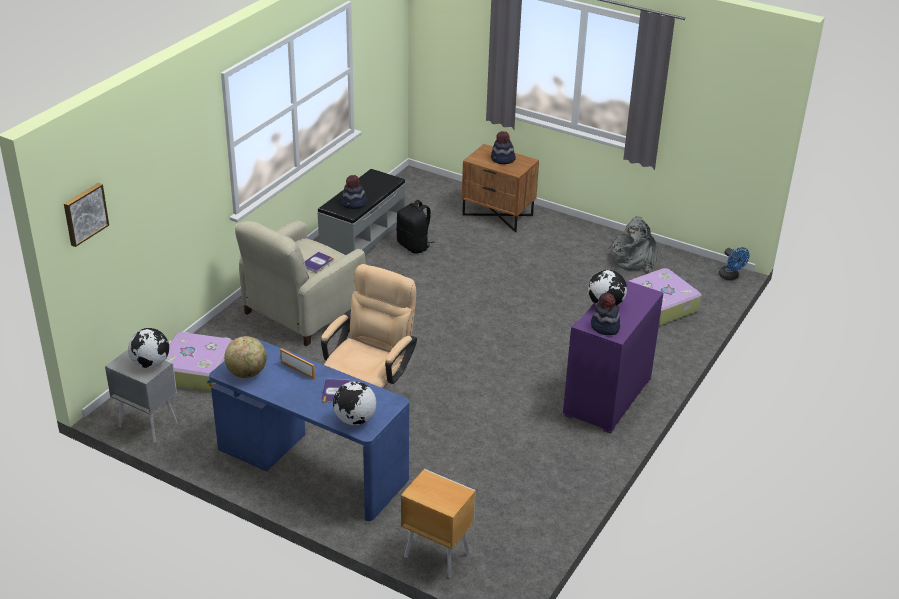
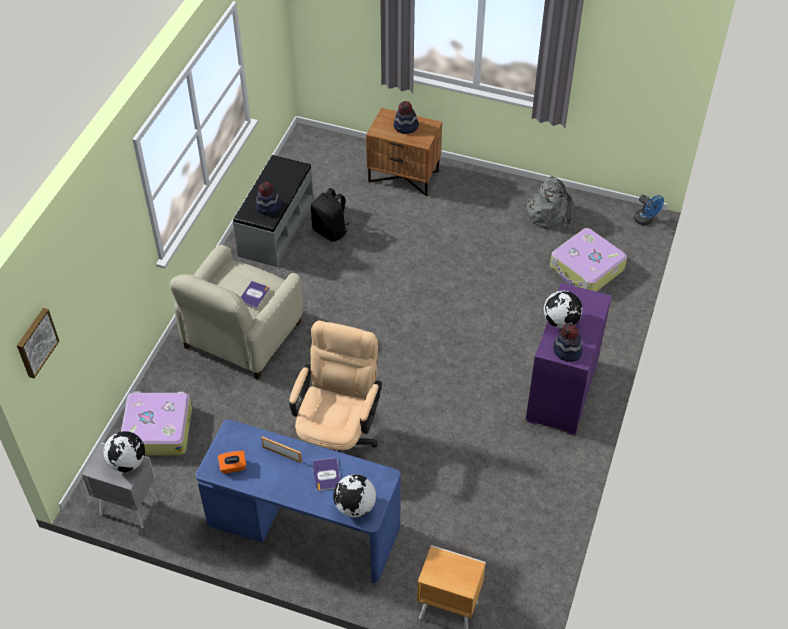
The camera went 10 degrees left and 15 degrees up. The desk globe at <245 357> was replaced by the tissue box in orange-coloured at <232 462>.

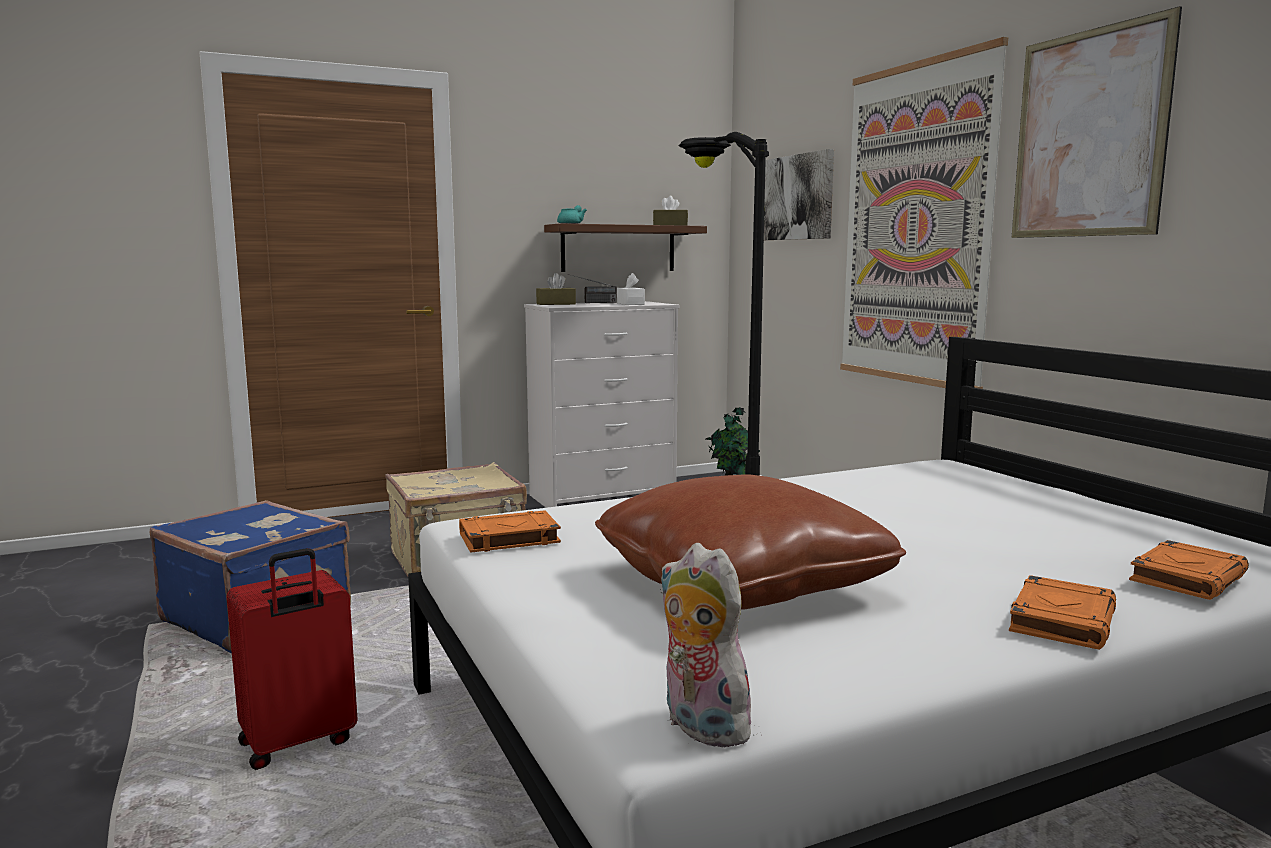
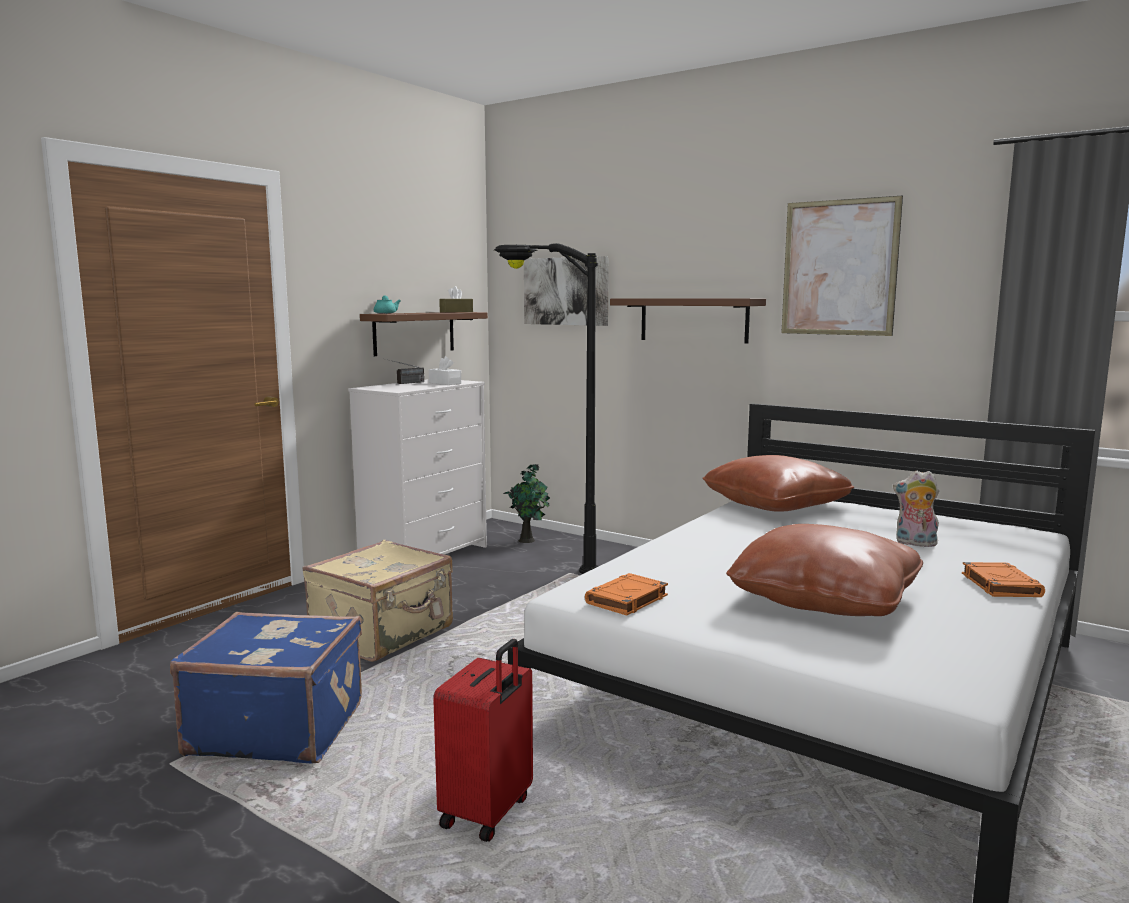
The camera went 30 degrees left and 0 degrees up. The tissue box in brown-coloured at <556 289> disappeared. The cuddly toy moved from <711 645> to <916 509>. The wall picture at <924 213> was replaced by the shelf in brown-coloured at <688 321>. The book in orange-coloured at <1189 570> disappeared. The cushion in brown-coloured at <778 483> appeared.

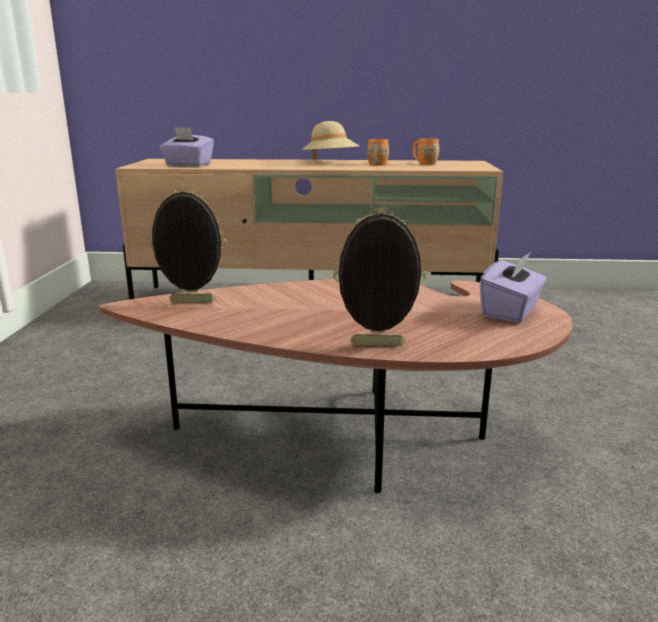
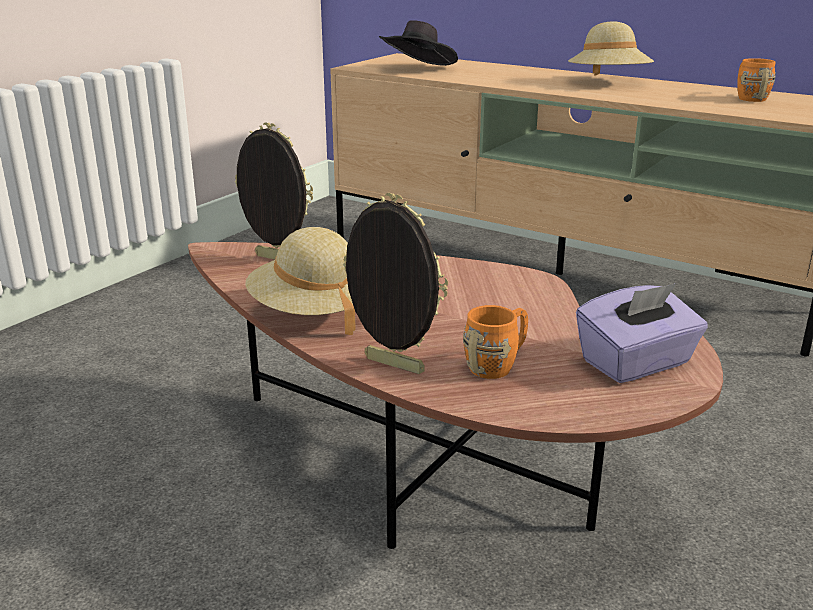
The camera went 30 degrees right and 5 degrees up. The tissue box in purple-coloured at <186 147> was replaced by the clothing hat in black-coloured at <418 43>. The coffee mug in orange-coloured moved from <378 152> to <495 342>. The clothing hat in beige at <300 281> appeared.

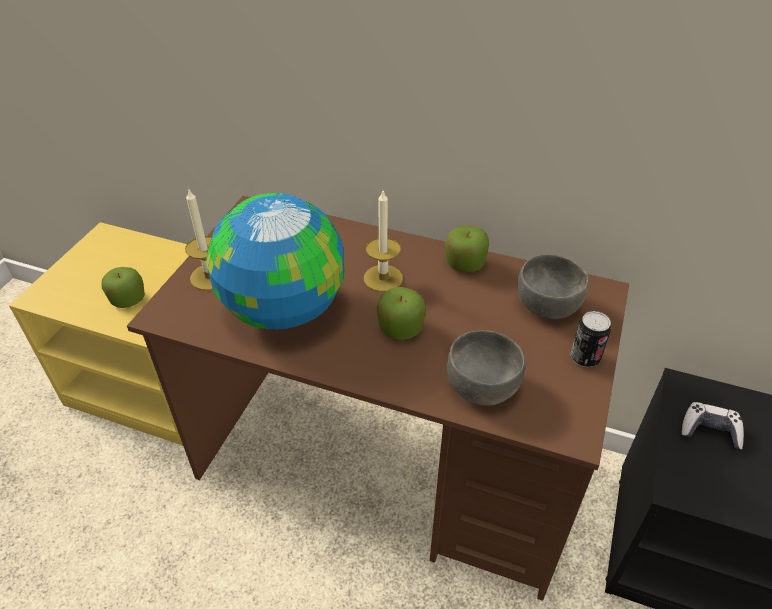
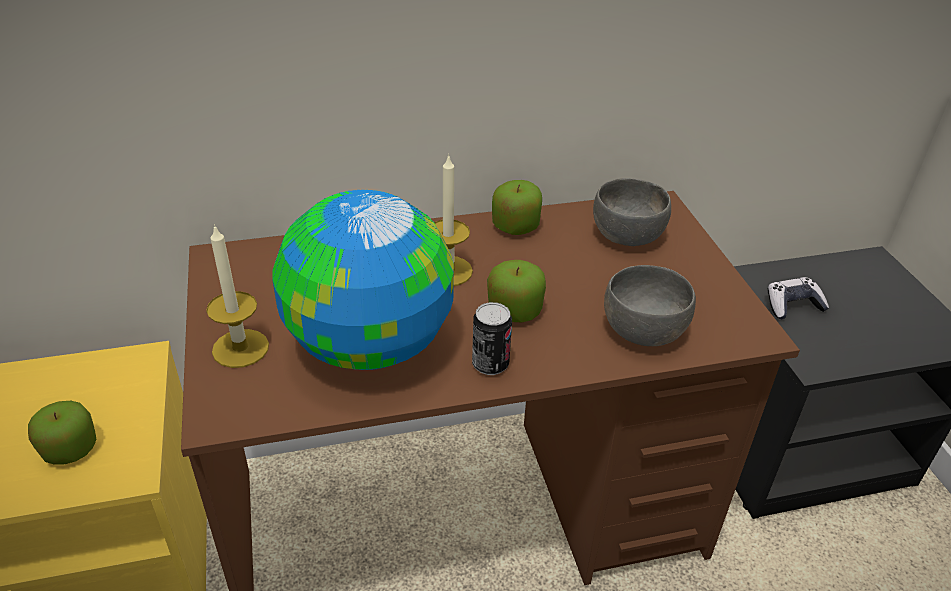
The camera went 35 degrees left and 5 degrees down. The can moved from <591 339> to <492 338>.

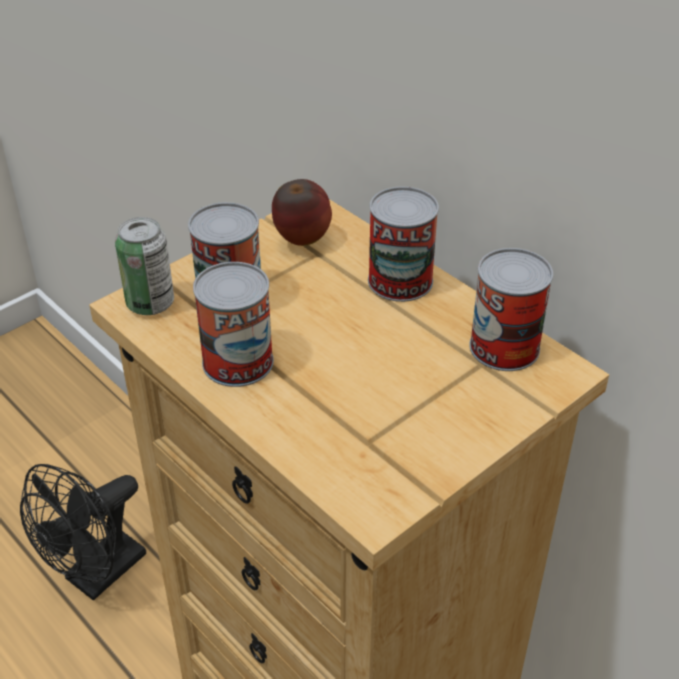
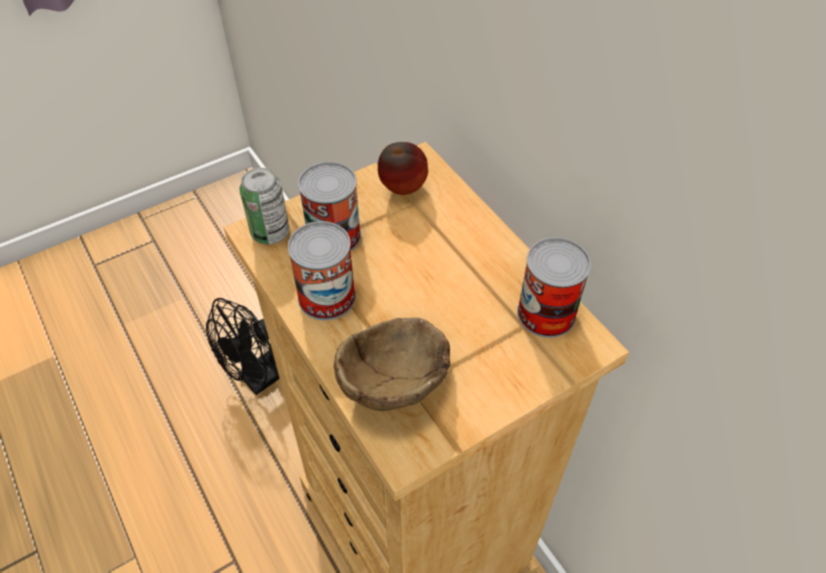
The camera went 10 degrees right and 10 degrees up. The can at <403 244> disappeared. The serving bowl in brown-coloured at <392 364> appeared.

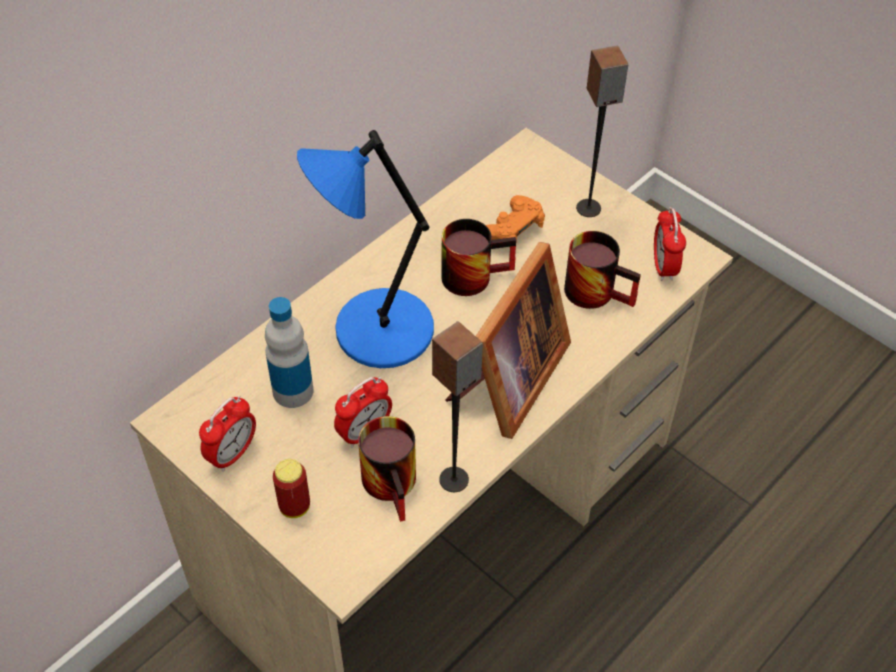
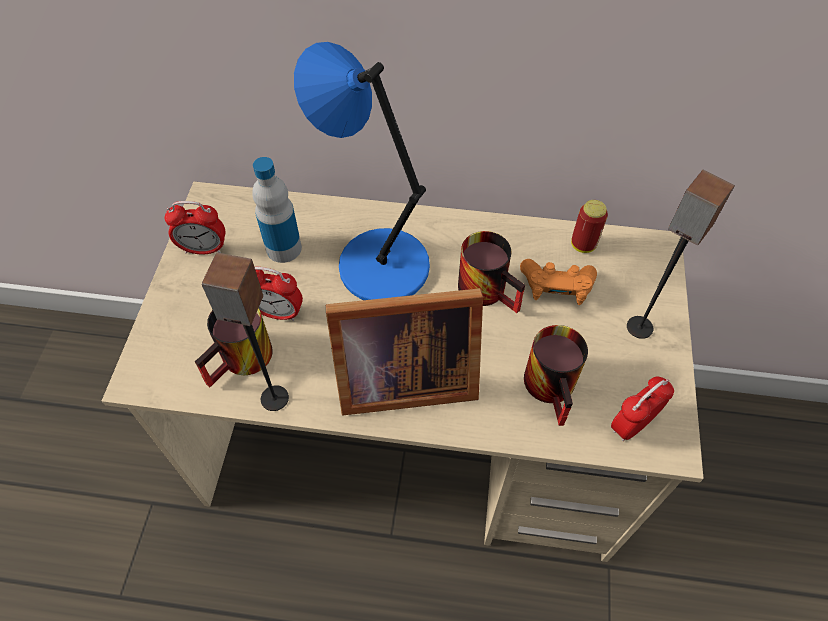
The camera went 55 degrees right and 5 degrees up. The can moved from <291 488> to <589 226>.

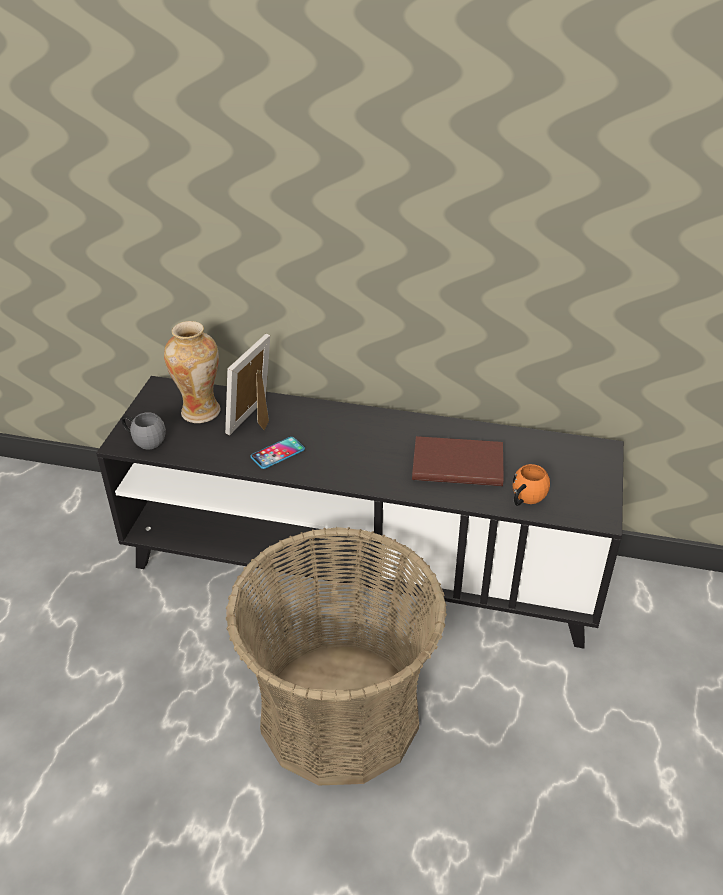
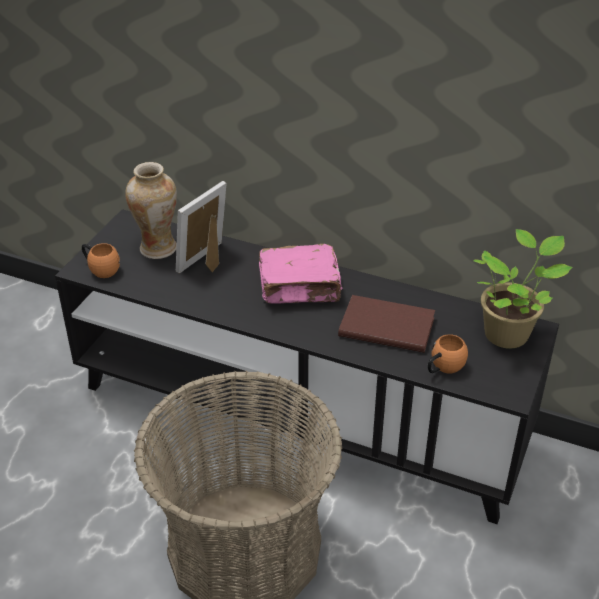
The camera went 10 degrees right and 0 degrees up. The coffee mug in greyish at <143 431> became the coffee mug in orange-coloured at <101 260>. The telephone at <277 453> disappeared. The book in pinkish at <301 274> appeared. The houseplant at <522 289> appeared.

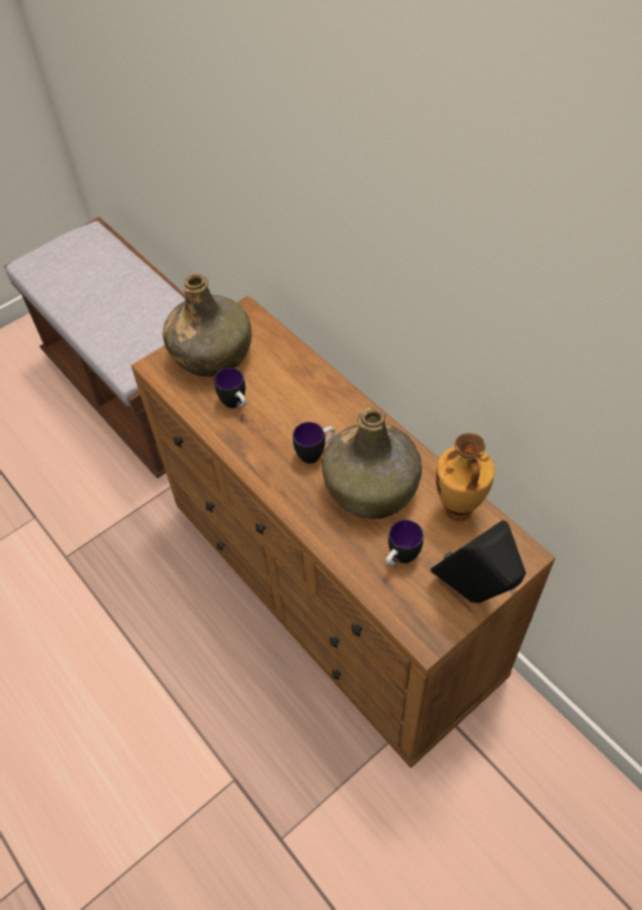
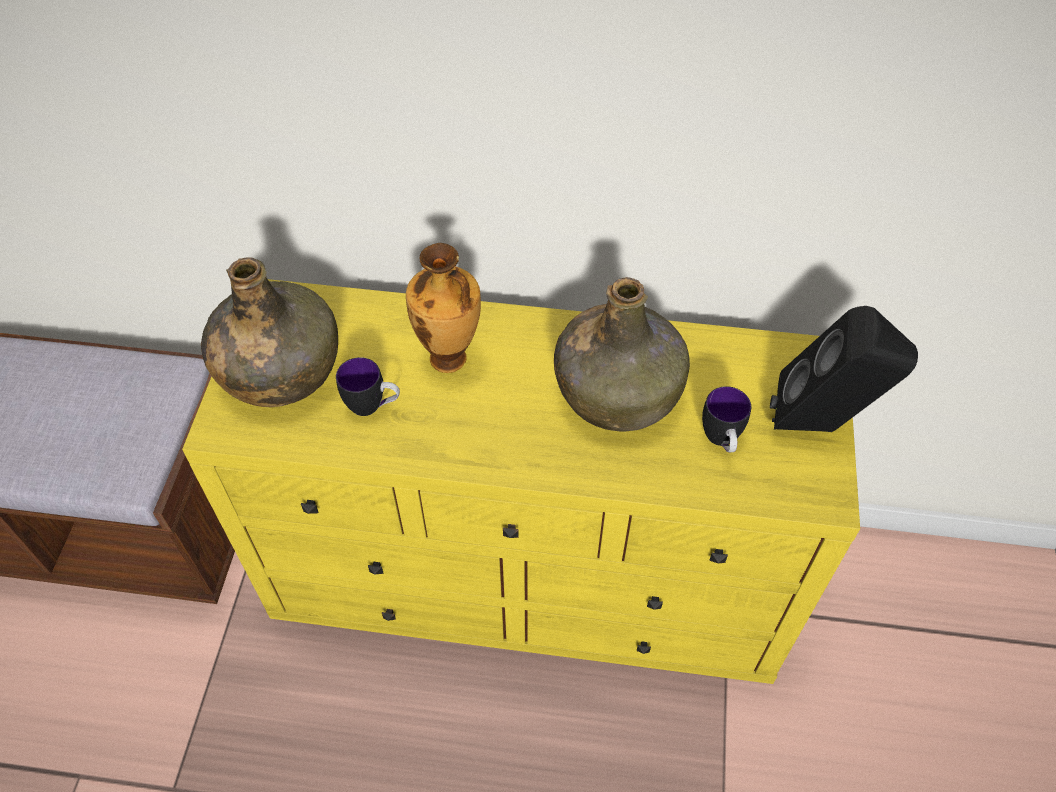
The camera went 45 degrees left and 0 degrees up. The dresser in brown-coloured at <343 532> became the dresser in yellow at <521 481>. The coffee mug at <314 443> disappeared. The vase moved from <465 478> to <443 308>.

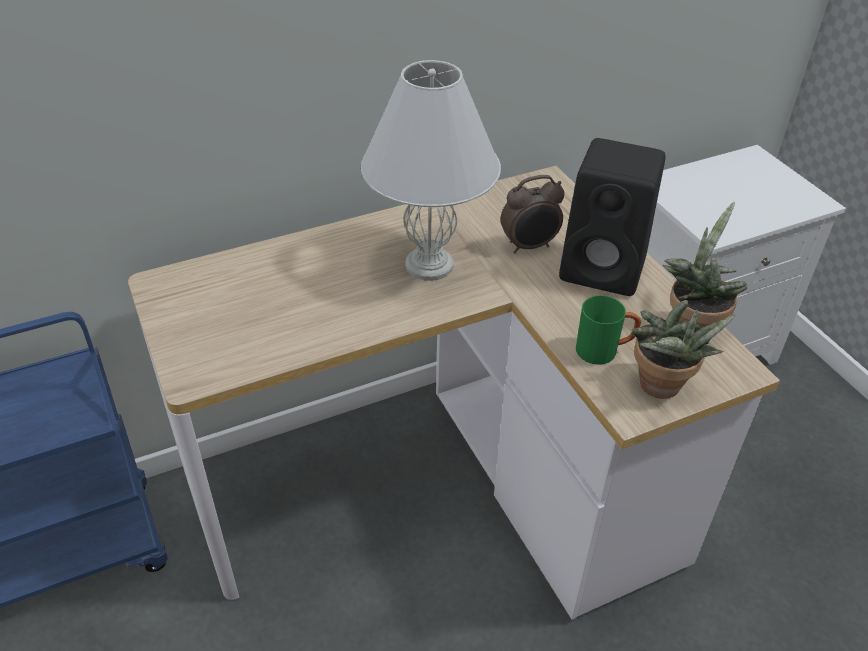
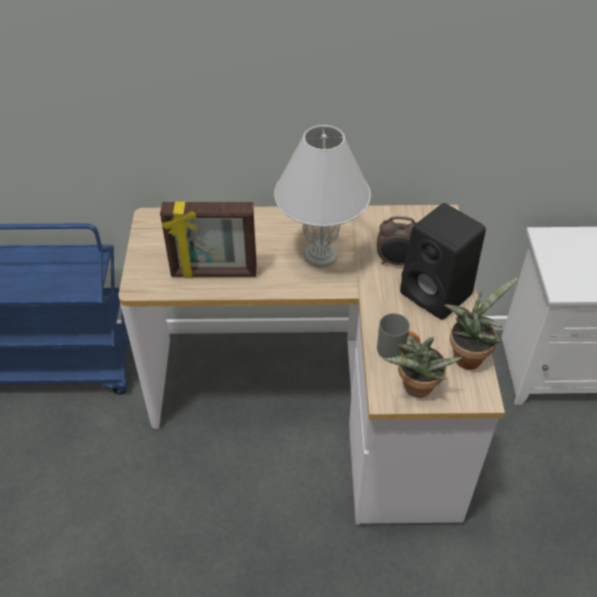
The camera went 25 degrees right and 5 degrees up. The coffee mug in green-coloured at <608 330> became the coffee mug in greyish at <398 335>. The picture frame at <208 240> appeared.

